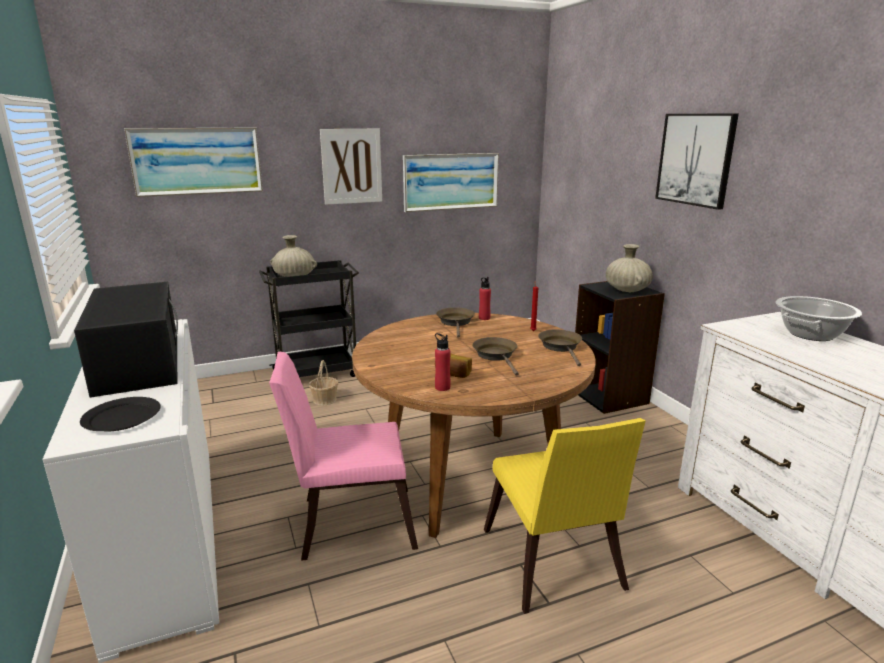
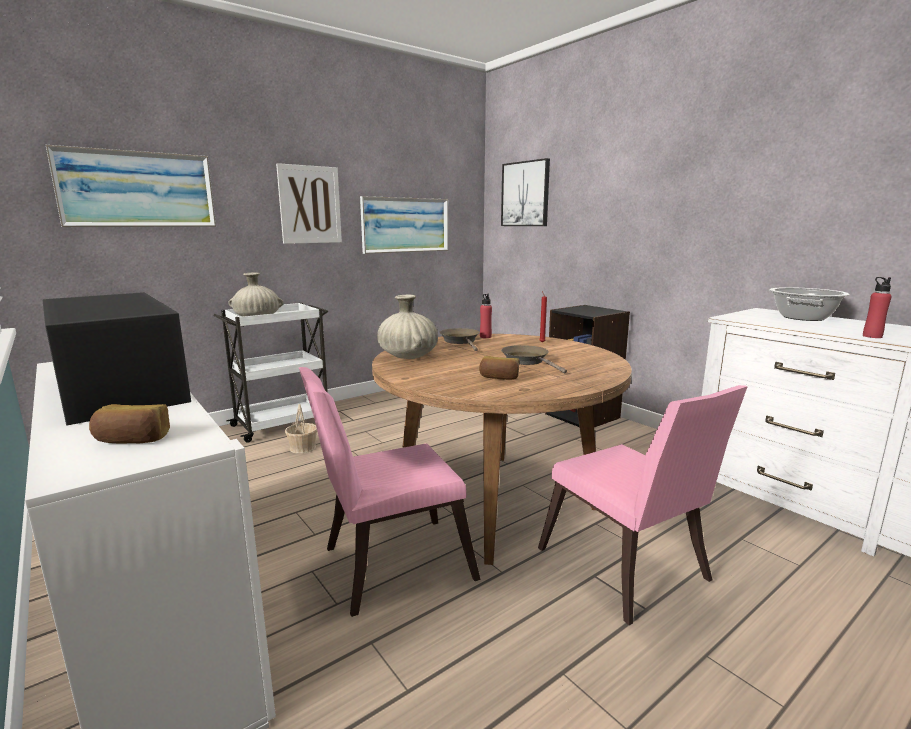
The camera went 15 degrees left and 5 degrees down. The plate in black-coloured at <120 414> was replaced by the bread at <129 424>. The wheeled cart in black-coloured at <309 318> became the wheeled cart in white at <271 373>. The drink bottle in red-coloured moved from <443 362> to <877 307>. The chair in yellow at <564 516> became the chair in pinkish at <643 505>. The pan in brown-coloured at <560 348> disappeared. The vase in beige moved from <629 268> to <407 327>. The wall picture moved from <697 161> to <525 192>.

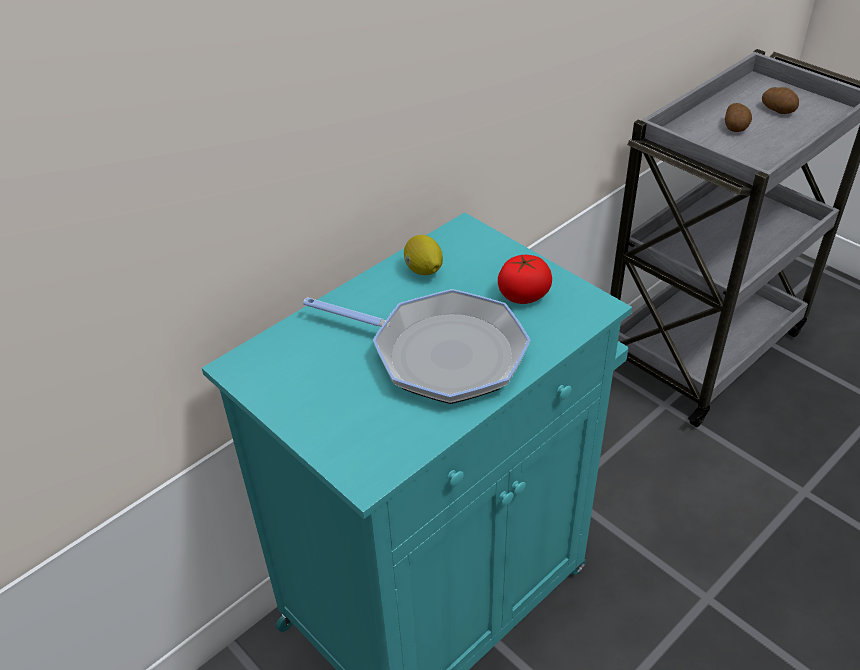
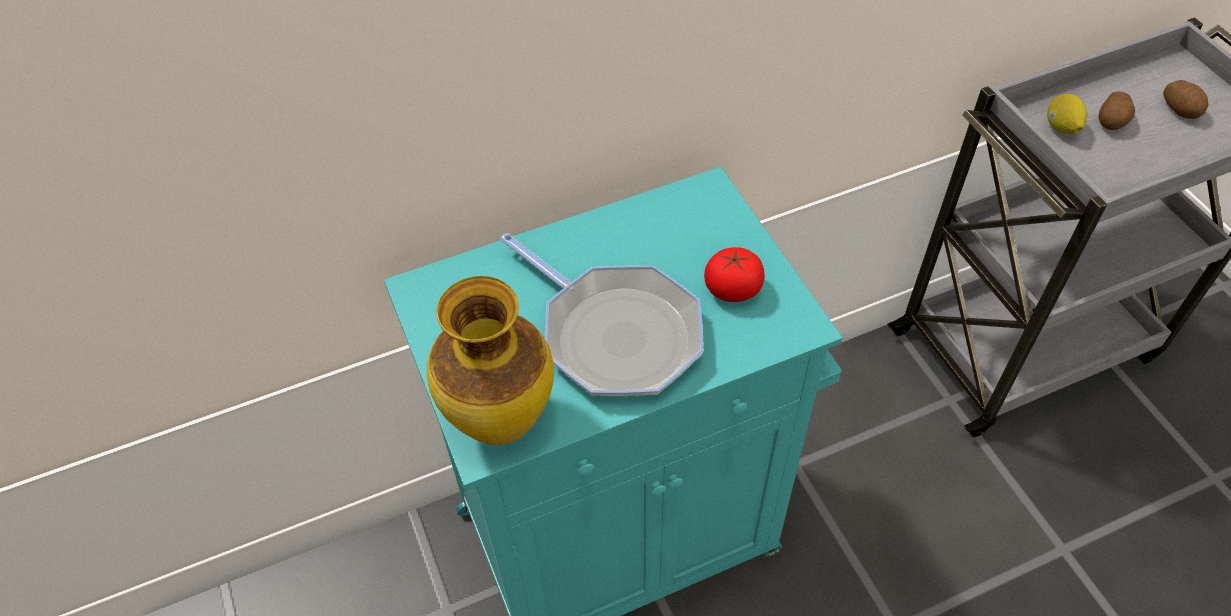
The camera went 20 degrees right and 10 degrees up. The whole lemon moved from <423 255> to <1067 114>. The vase at <490 360> appeared.

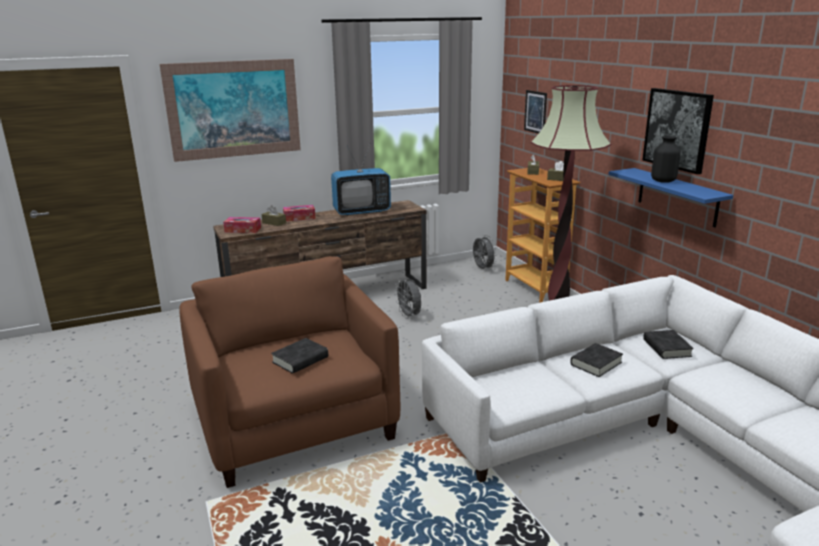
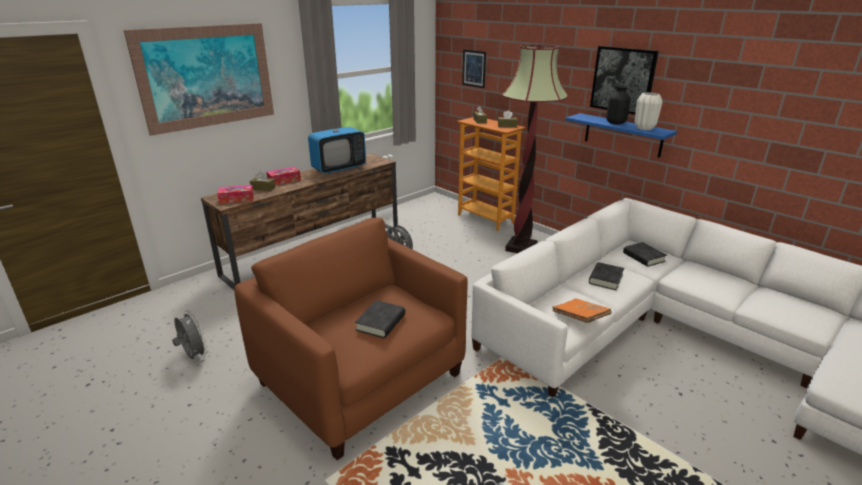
The camera went 20 degrees left and 5 degrees up. The electric fan in greyish moved from <485 252> to <190 334>. The book in orange-coloured at <582 310> appeared. The vase in white at <649 111> appeared.

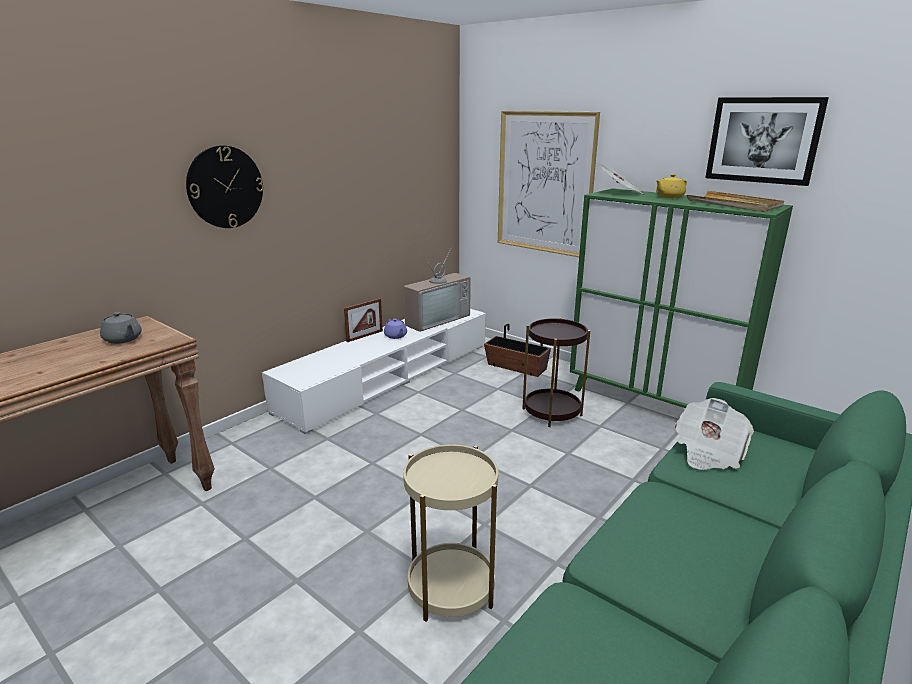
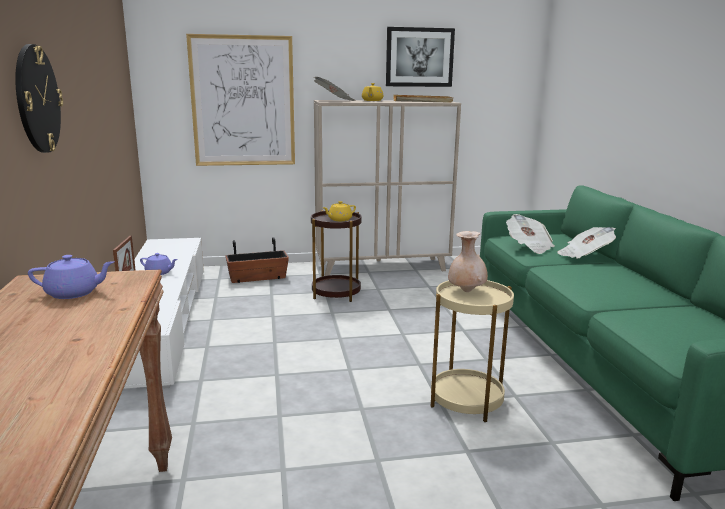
The camera went 50 degrees left and 5 degrees down. The tea pot in greyish at <121 328> became the tea pot in purple-coloured at <71 277>. The television at <437 287> disappeared. The cupboard in green-coloured at <681 298> became the cupboard in beige at <387 188>. The tea pot in yellow at <339 211> appeared. The vase in beige at <468 261> appeared. The newspaper at <587 242> appeared.

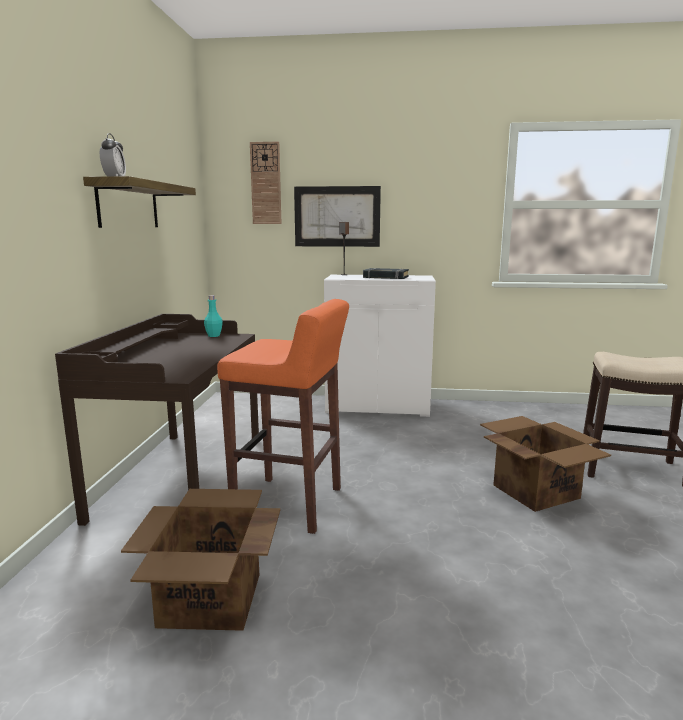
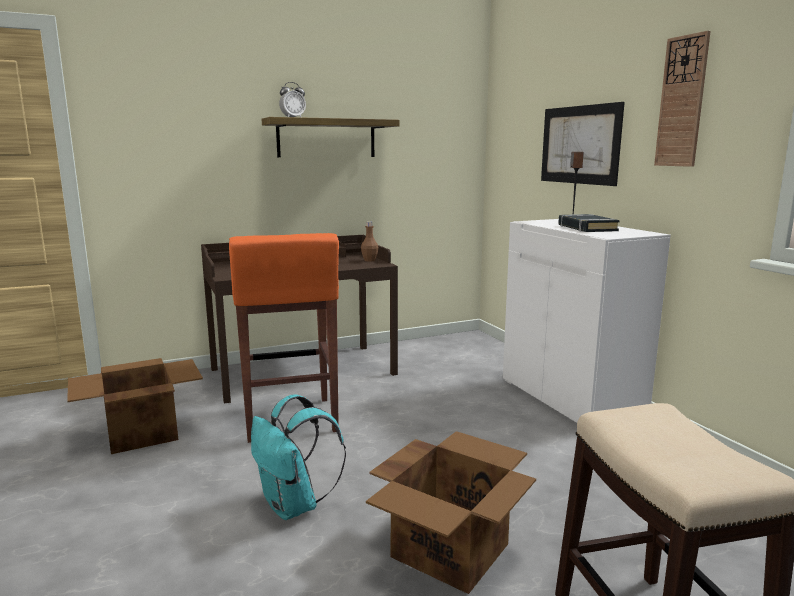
The camera went 60 degrees right and 0 degrees up. The drink bottle in turquoise-coloured at <213 316> became the drink bottle in brown-coloured at <369 241>. The clock on the wall moved from <265 183> to <682 99>. The backpack in turquoise-coloured at <298 457> appeared.

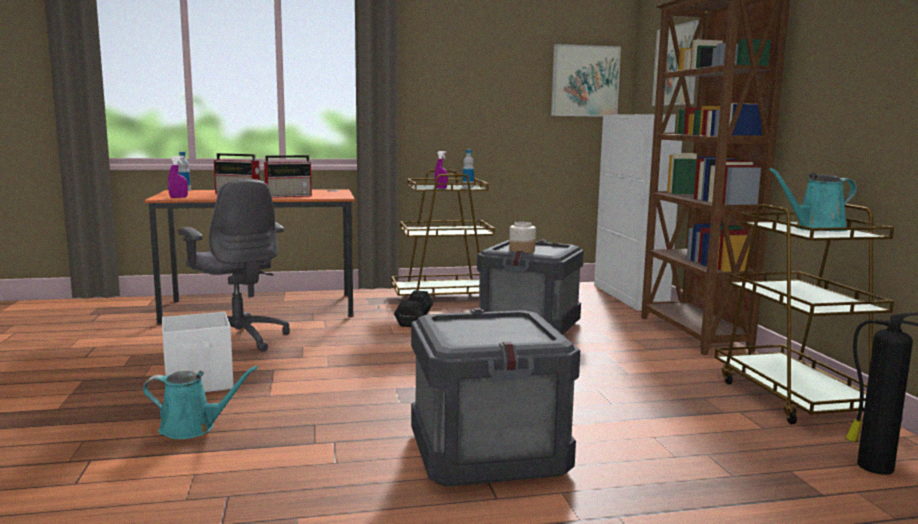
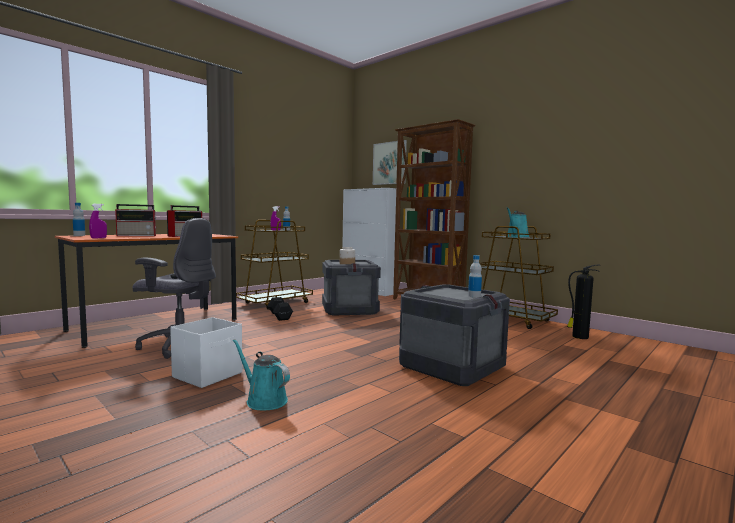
The camera went 35 degrees left and 5 degrees down. The watering can in turquoise-coloured at <200 402> turned 105 degrees counterclockwise. The wall picture at <586 80> disappeared. The drink bottle at <475 276> appeared.

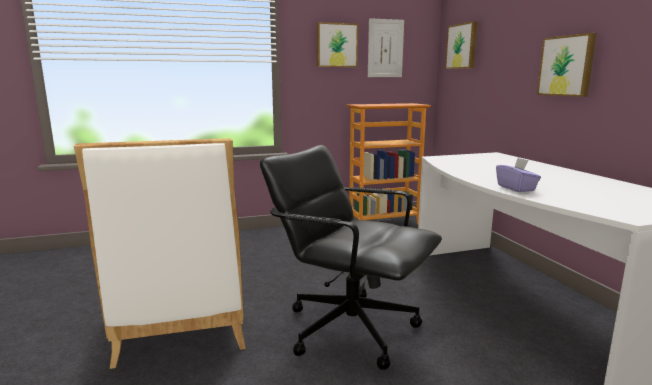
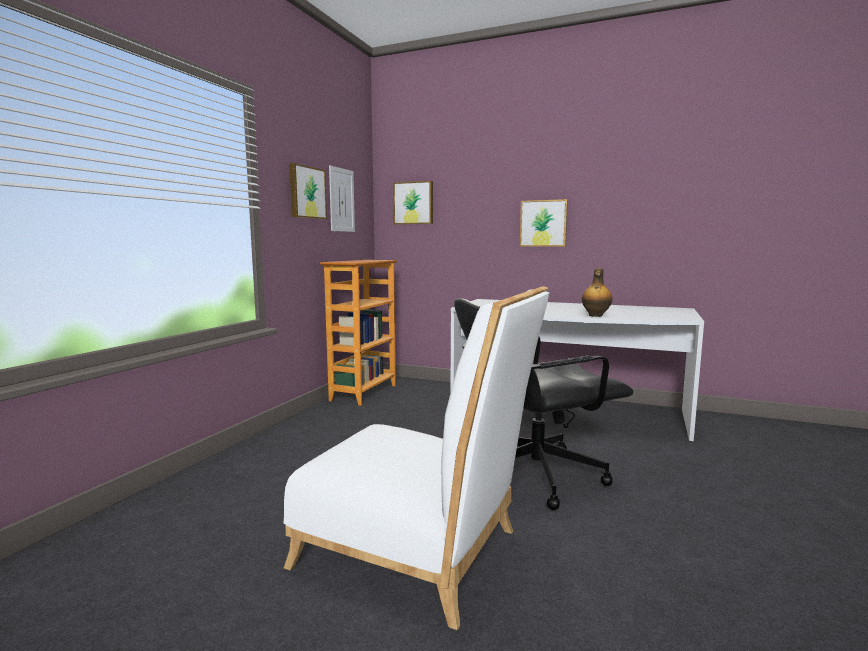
The camera went 50 degrees left and 5 degrees down. The tissue box in purple-coloured at <518 175> was replaced by the drink bottle at <597 292>.

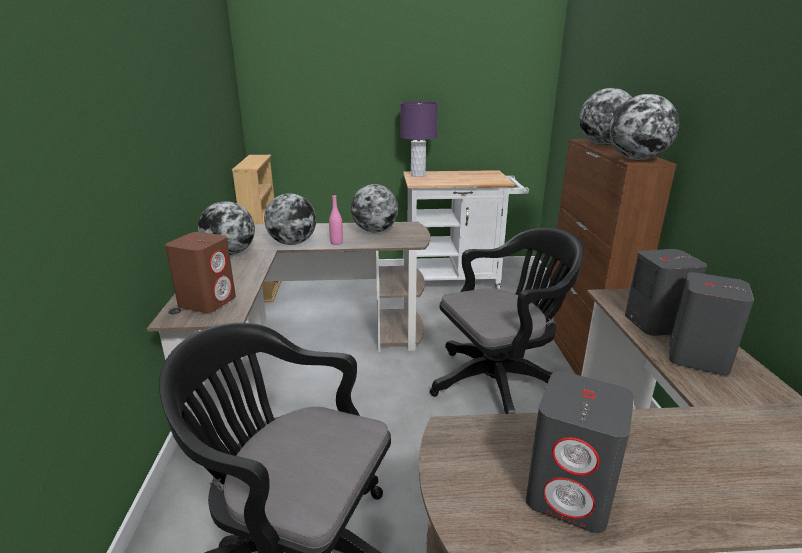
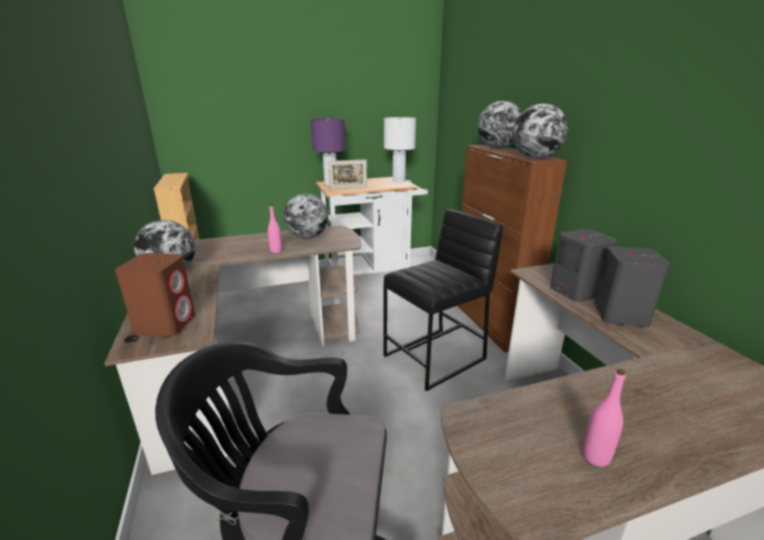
The camera went 15 degrees left and 0 degrees up. The desk globe at <290 219> disappeared. The office chair in black-coloured at <507 321> was replaced by the sitting stool in black-coloured at <443 300>. The loudspeaker in greyish at <580 452> was replaced by the drink bottle in pinkish at <604 418>. The picture frame at <347 174> appeared. The lamp for a table in white at <400 149> appeared.

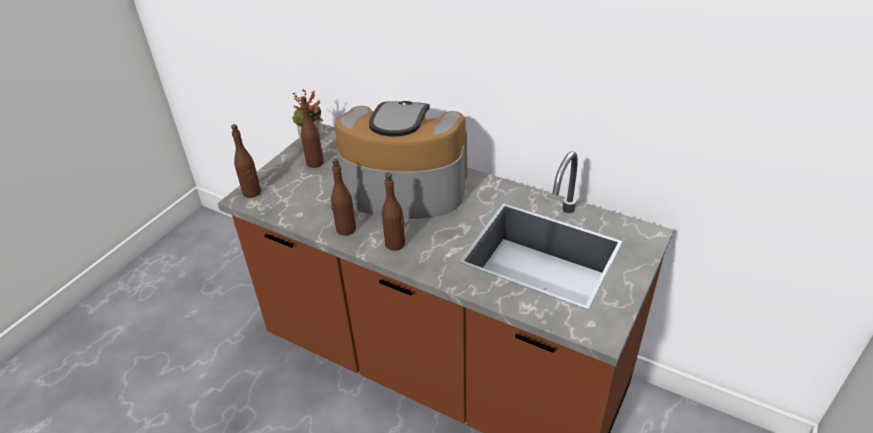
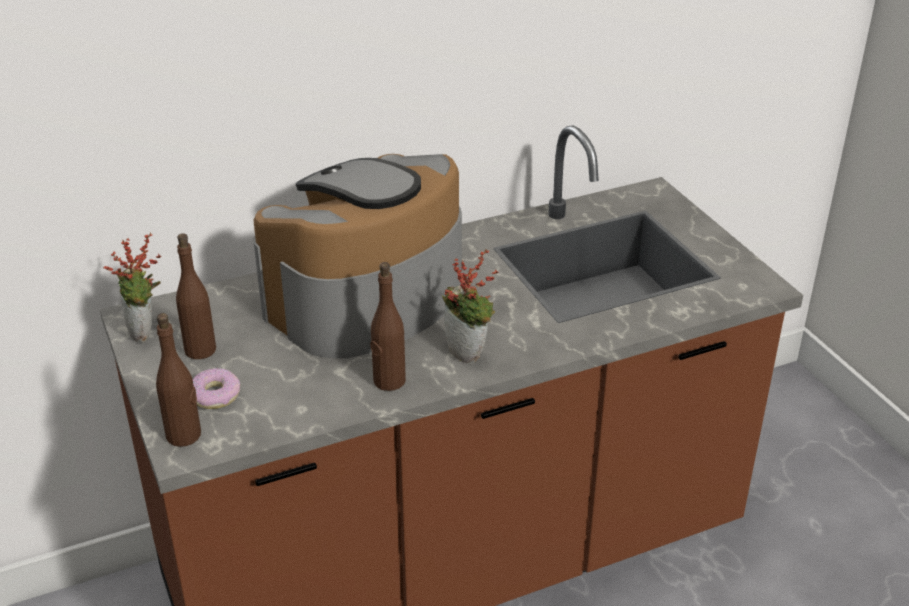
The camera went 55 degrees left and 5 degrees down. The drink bottle in brown-coloured at <393 211> was replaced by the houseplant at <470 306>. The doughnut at <216 388> appeared.

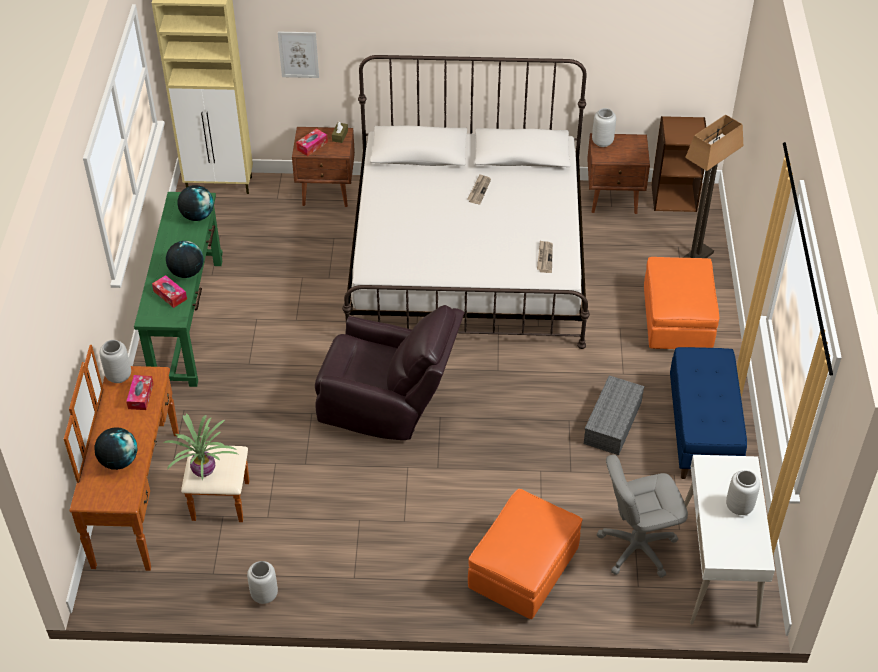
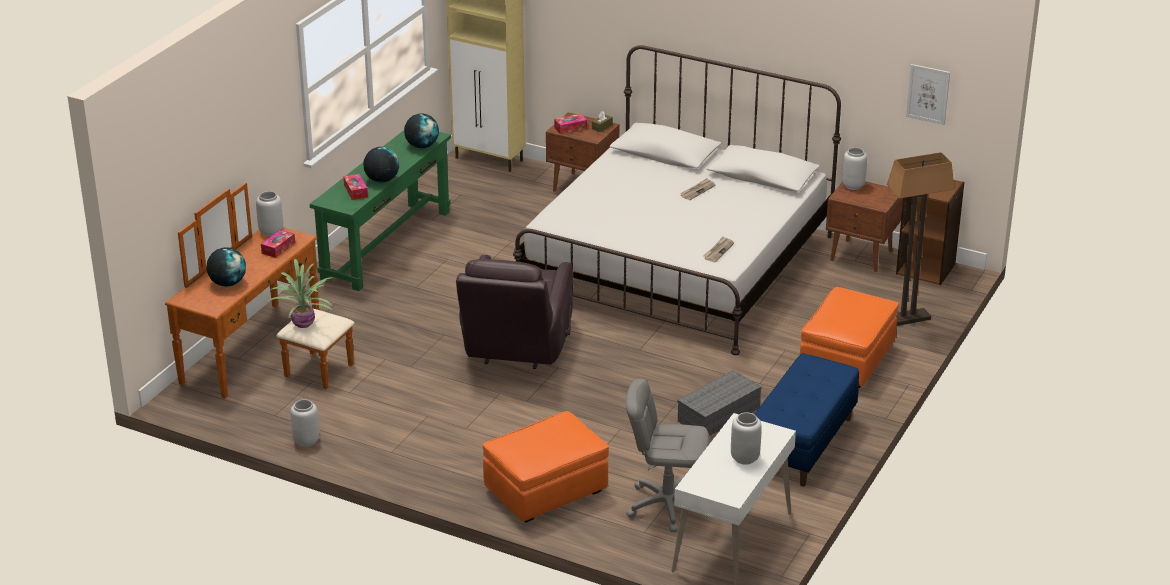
The camera went 25 degrees right and 15 degrees down. The wall picture moved from <298 55> to <928 94>. The easy chair in brown-coloured at <390 372> turned 60 degrees clockwise.

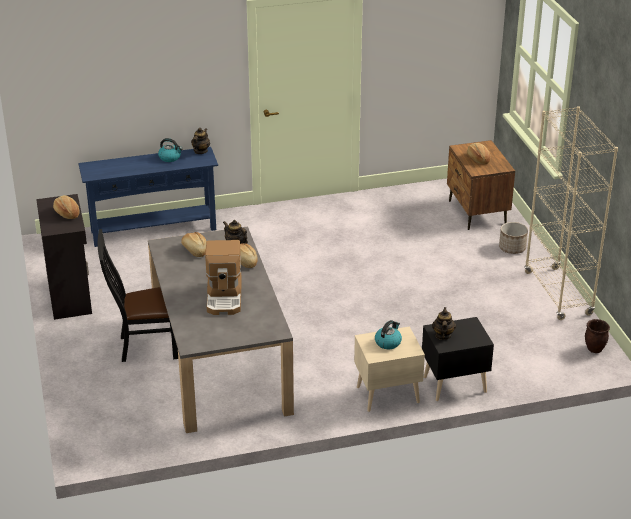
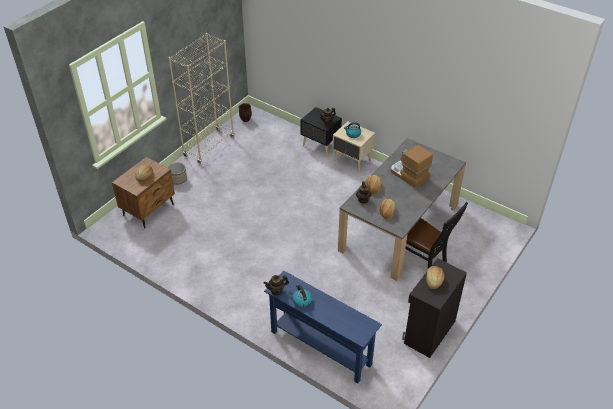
The camera went 130 degrees left and 10 degrees up. The coffee maker at <223 277> turned 90 degrees counterclockwise.

